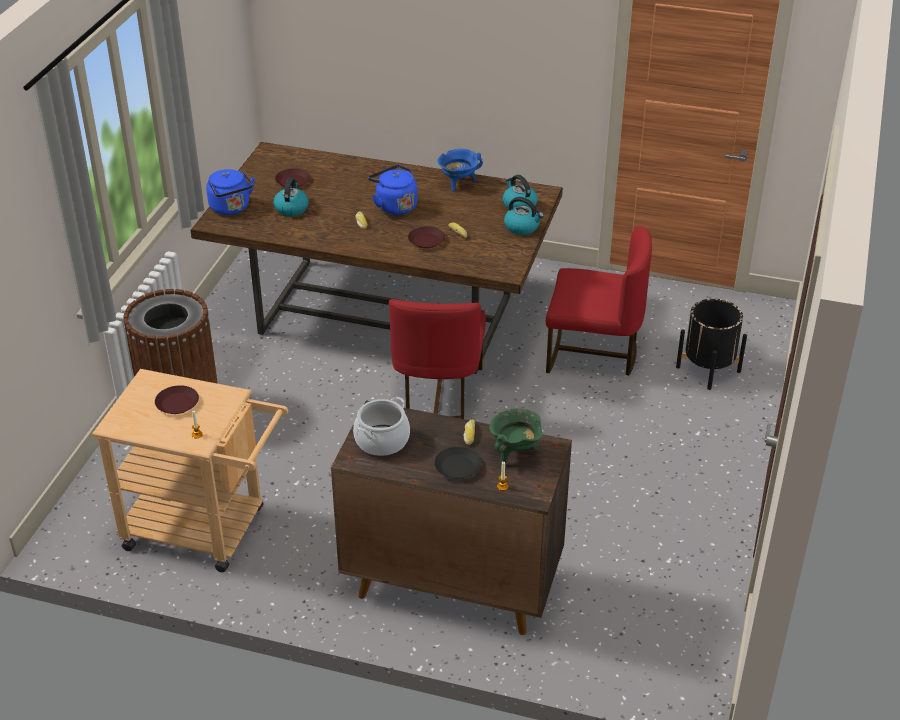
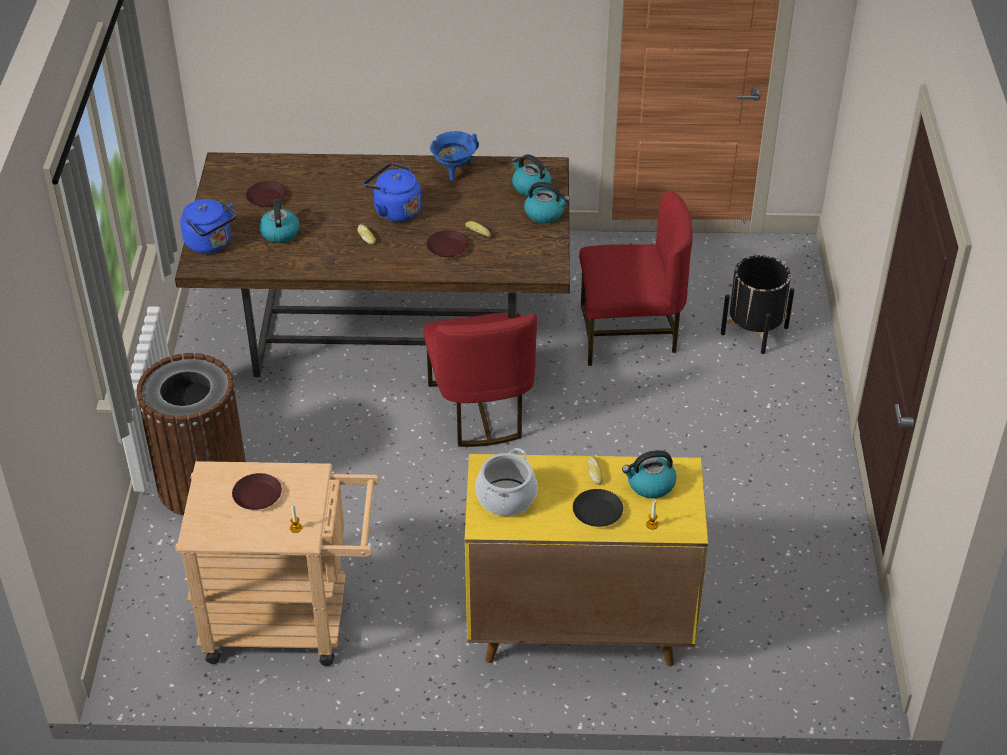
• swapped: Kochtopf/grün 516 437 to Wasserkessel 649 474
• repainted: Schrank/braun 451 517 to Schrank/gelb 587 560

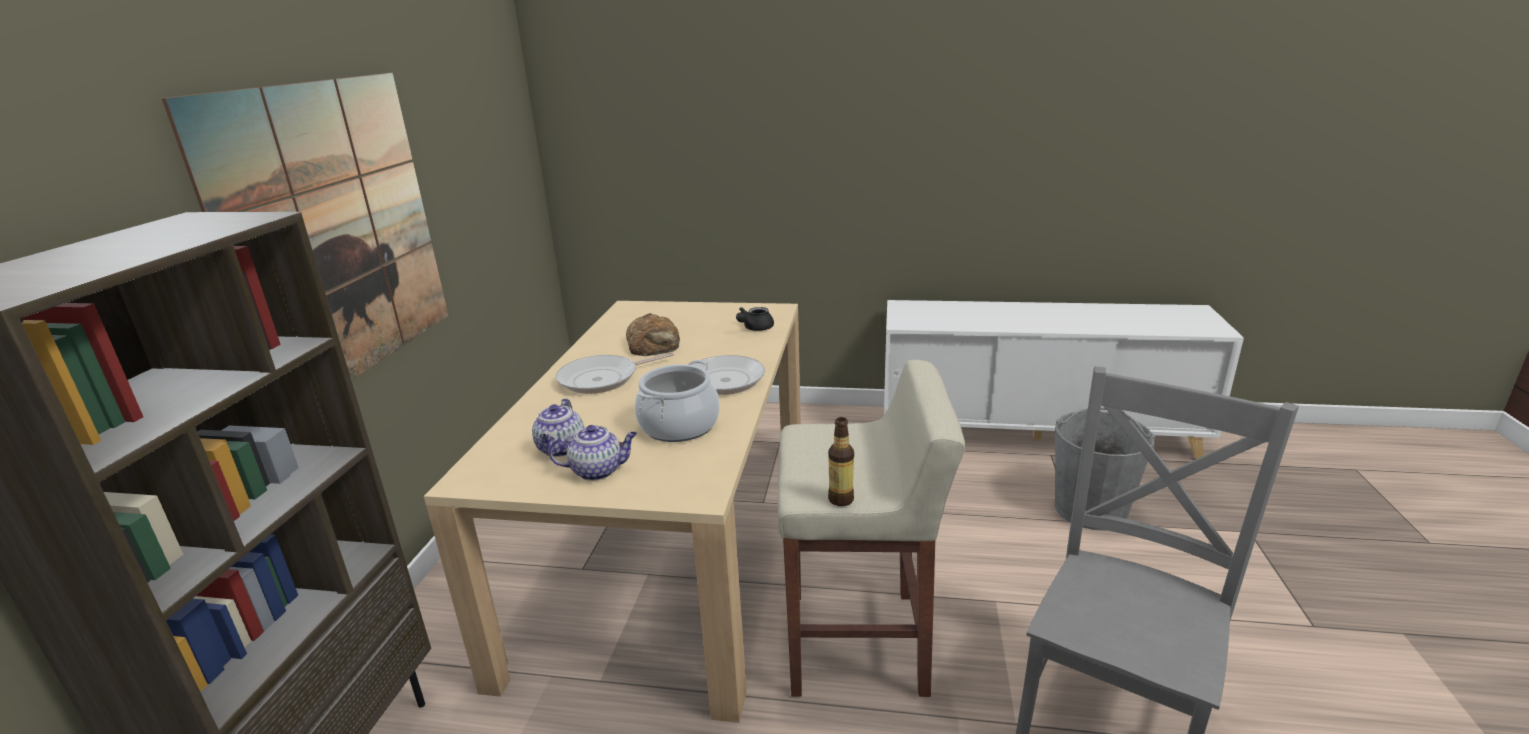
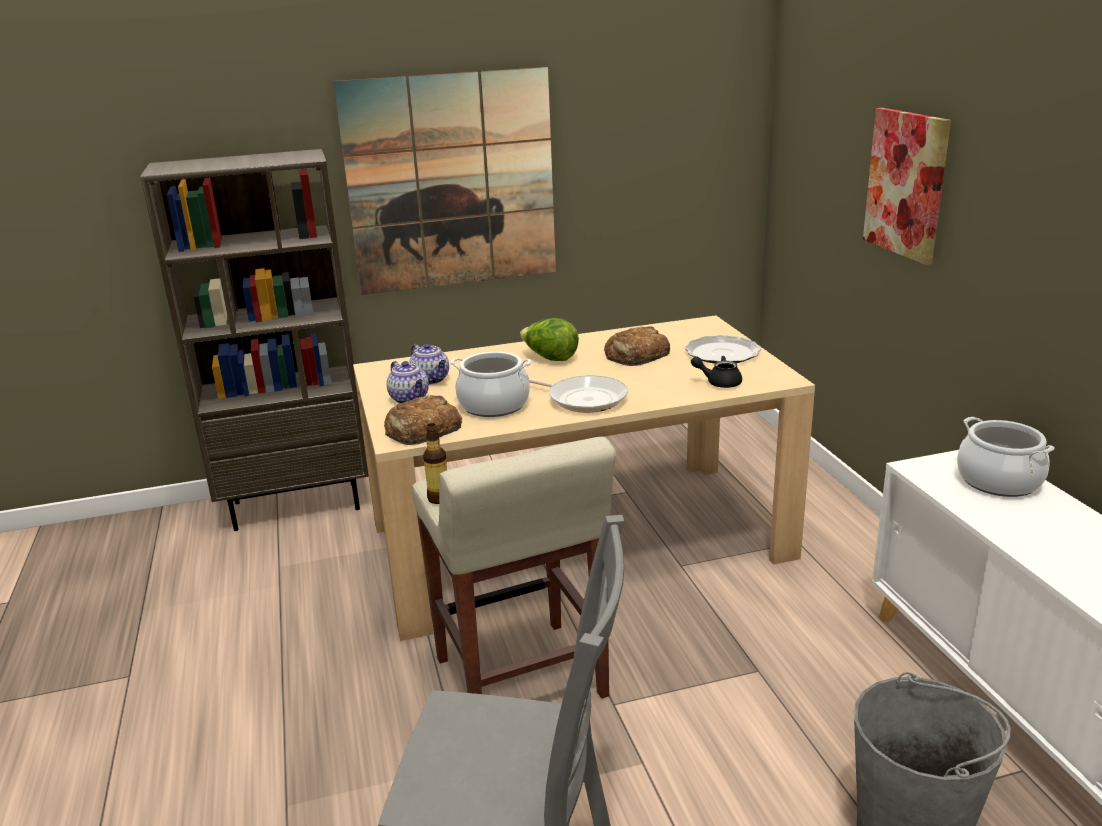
• new: Brot 423 420
• new: Teller 723 349
• new: Bild 907 186
• new: Kochtopf 1006 457
• swapped: Pfanne 615 373 to Salatkopf 549 339
• rotated: Teekanne 558 428 = 429 364 105 degrees counterclockwise

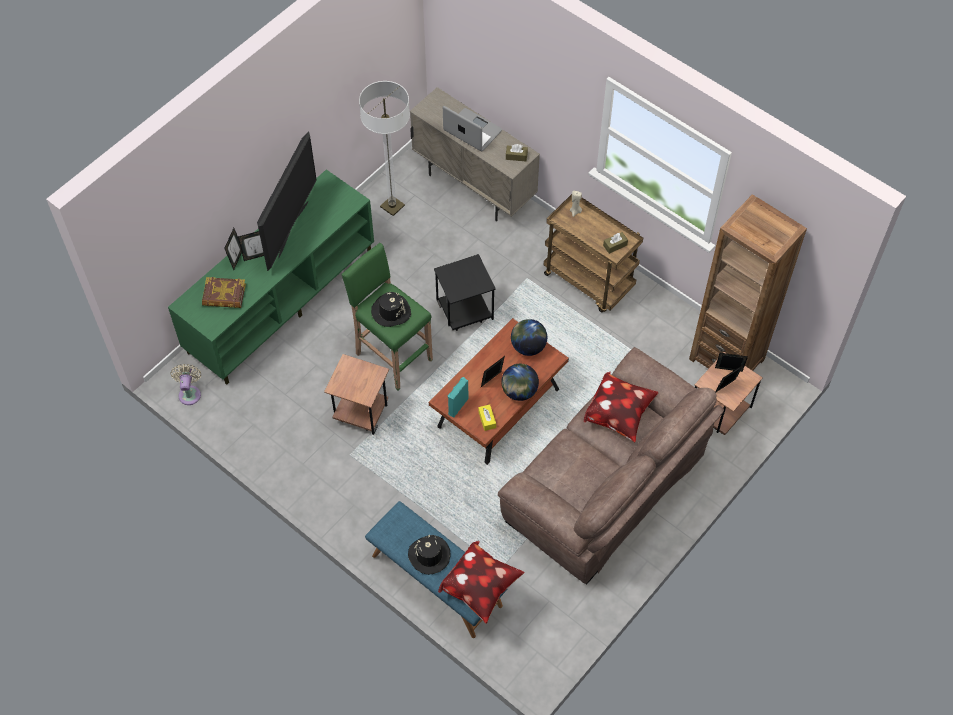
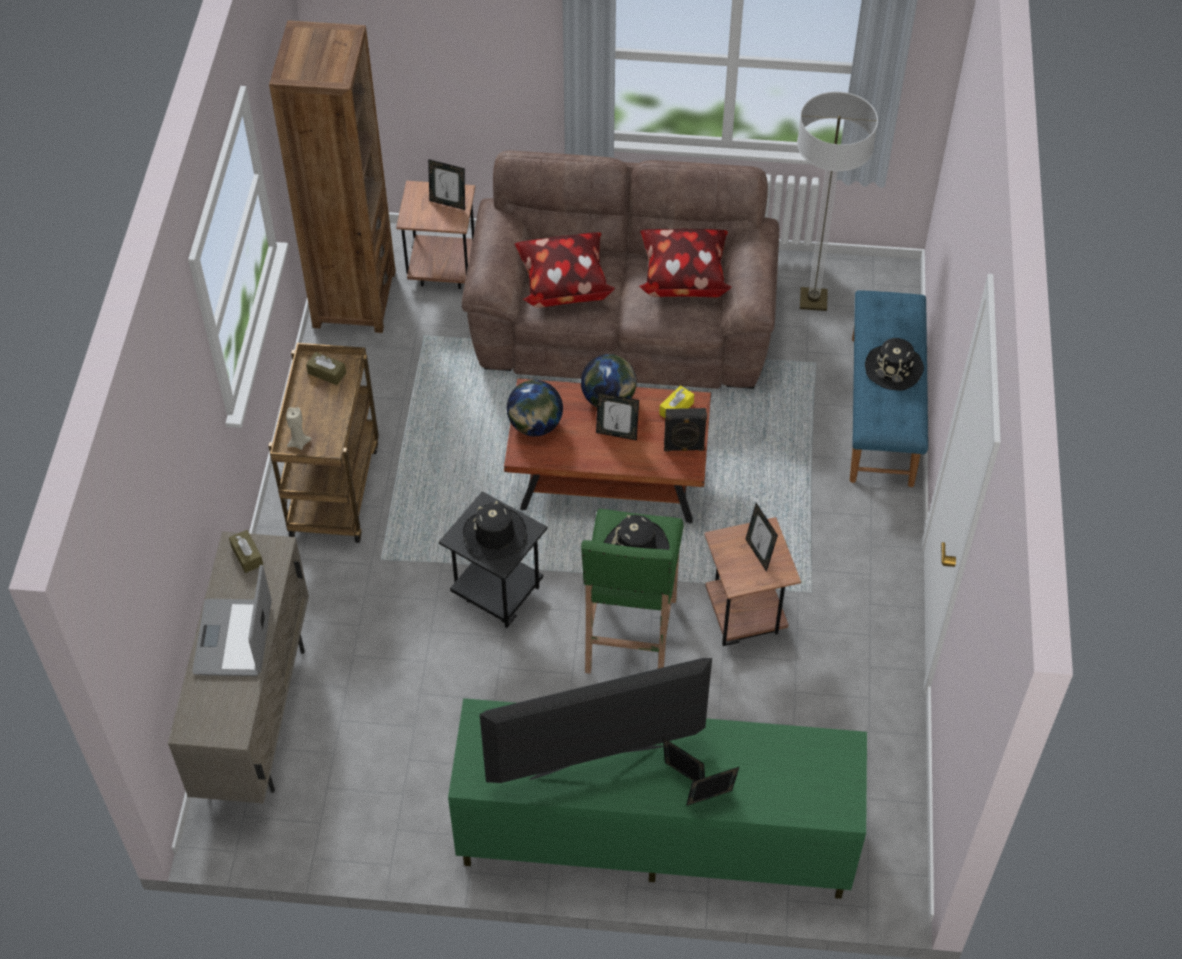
• gone: Ventilator/beige 186 384
• gone: Buch 224 292
• new: Hut/schwarz 494 530
• shifted: Stehlampe 384 148 to 837 201
• shifted: Kissen 481 582 to 684 263
• shifted: Bilderrahmen 731 362 to 761 537
• repainted: Lautsprecher/türkis 458 397 to Lautsprecher/schwarz 685 429

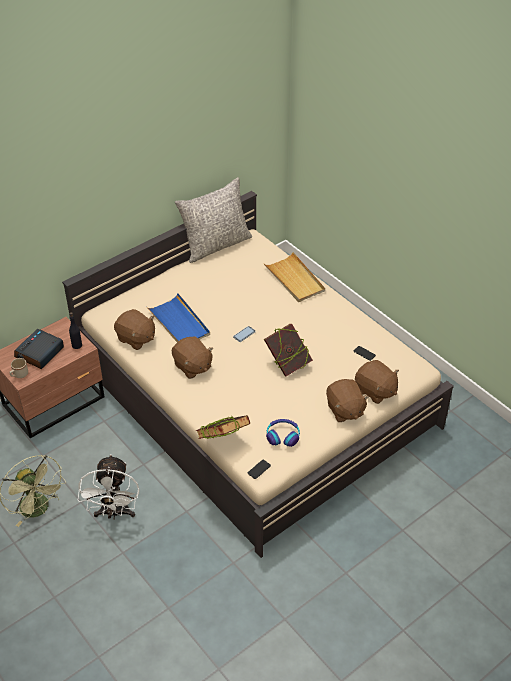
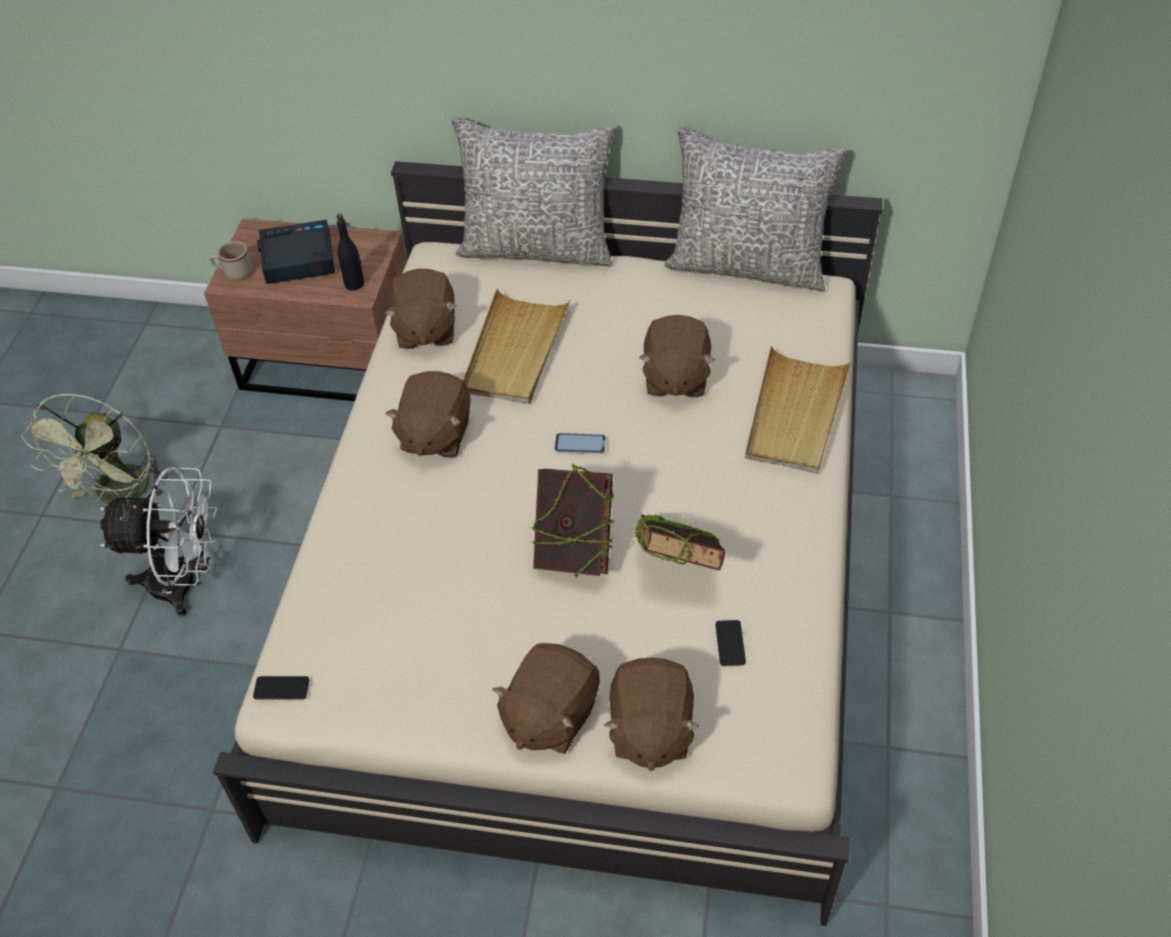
• gone: Kopfhörer 283 433
• new: Kissen/grau 533 191
• new: Plüschtier/braun 677 356
• shifted: Buch 223 427 to 679 542
• repainted: Tablett/blau 179 317 to Tablett/beige 517 346
• rotated: Ventilator/weiß 109 487 = 158 542 135 degrees counterclockwise

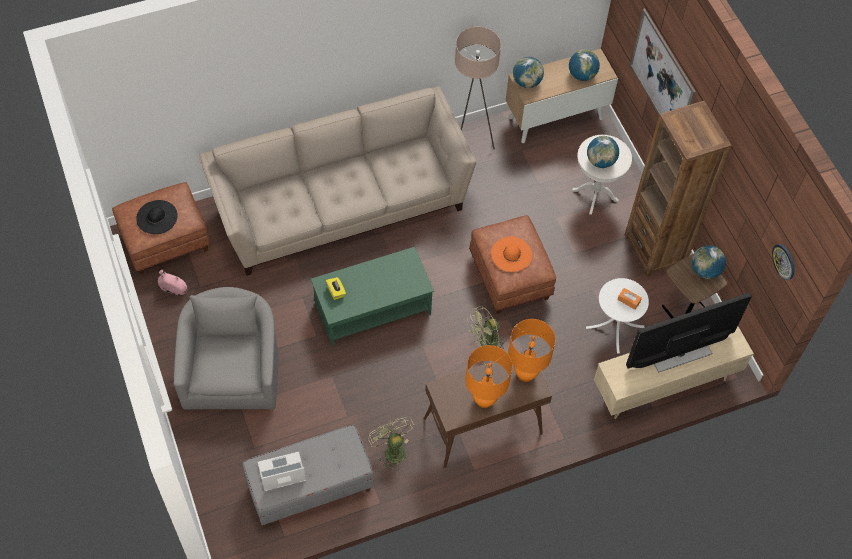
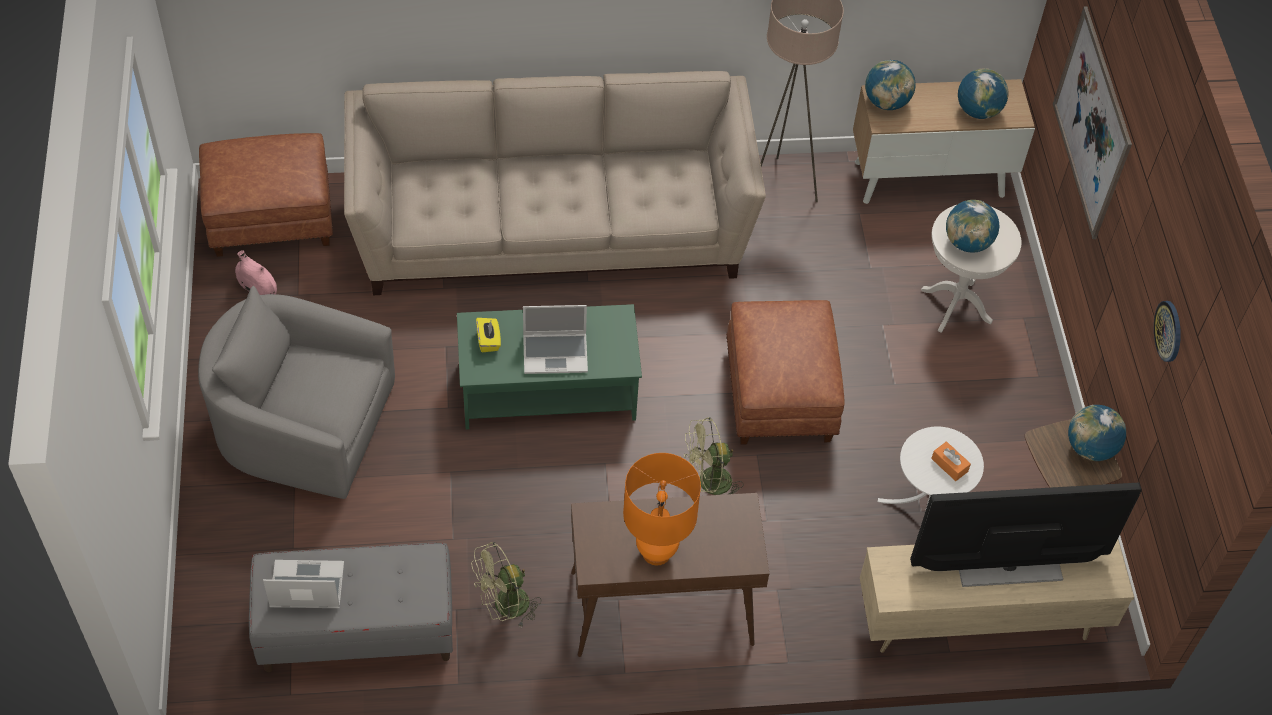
• gone: Hut/schwarz 157 217
• gone: Hut/orange 511 254
• gone: Tischlampe/orange 532 350
• gone: Bücherregal/braun 678 189
• new: Laptop 555 339
• shifted: Wanduhr 783 262 to 1167 331
• rotated: Sessel/grau 226 348 = 296 392 90 degrees counterclockwise
• rotated: Ventilator/grün 391 443 = 506 584 105 degrees counterclockwise

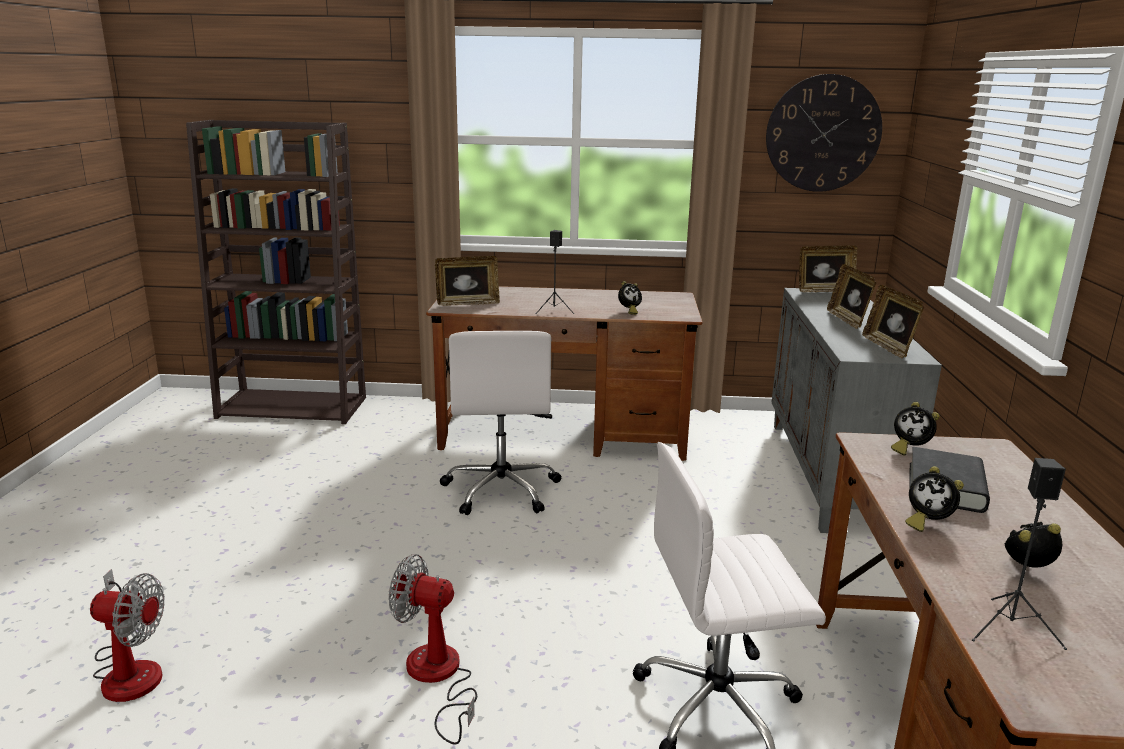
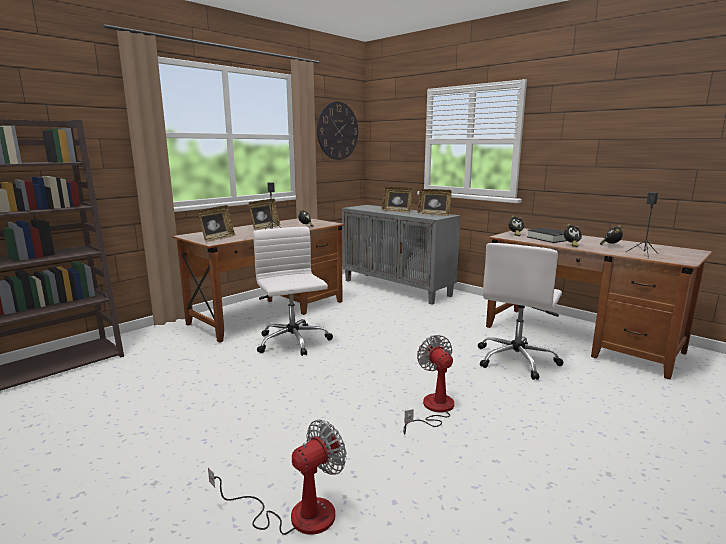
• shifted: Bilderrahmen 828 268 to 264 214
• rotated: Ventilator 433 649 = 428 384 105 degrees clockwise
• rotated: Bürostuhl/weiß 500 423 = 293 291 150 degrees counterclockwise

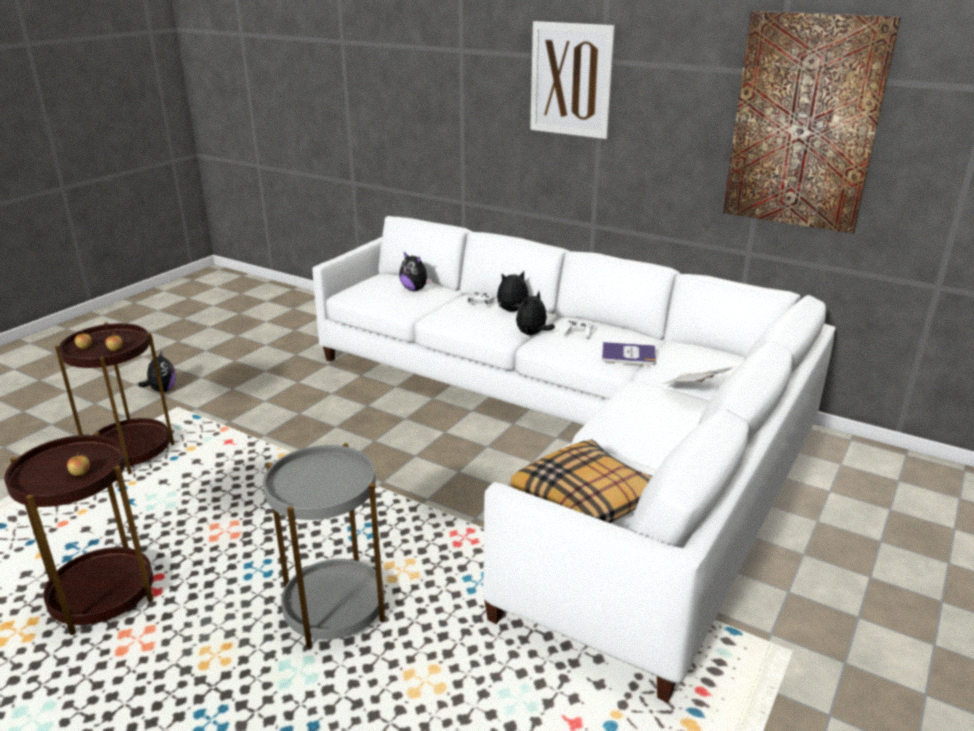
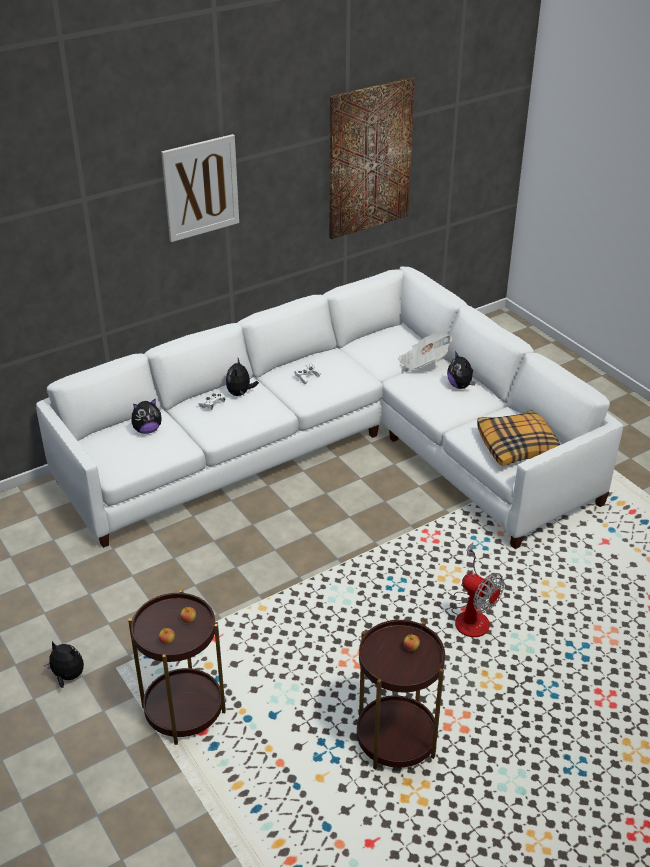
• gone: Buch 629 353
• shifted: Plüschtier 535 313 to 461 370
• swapped: Beistelltisch/grau 324 545 to Ventilator 477 590

